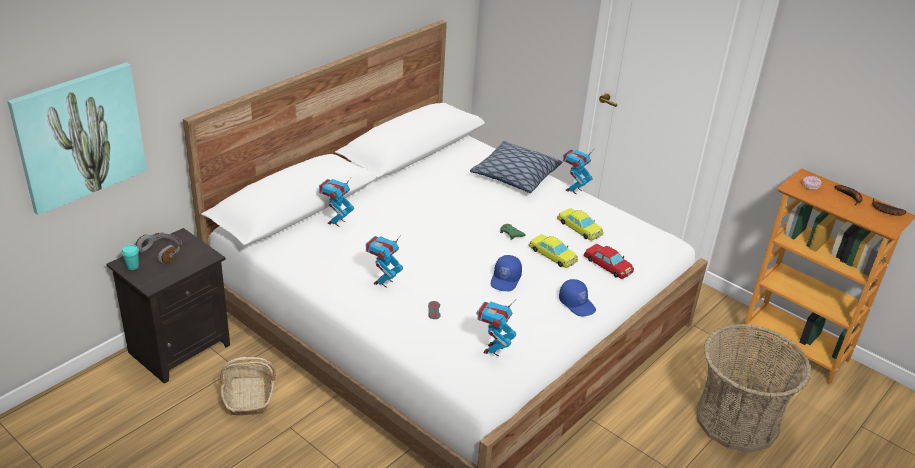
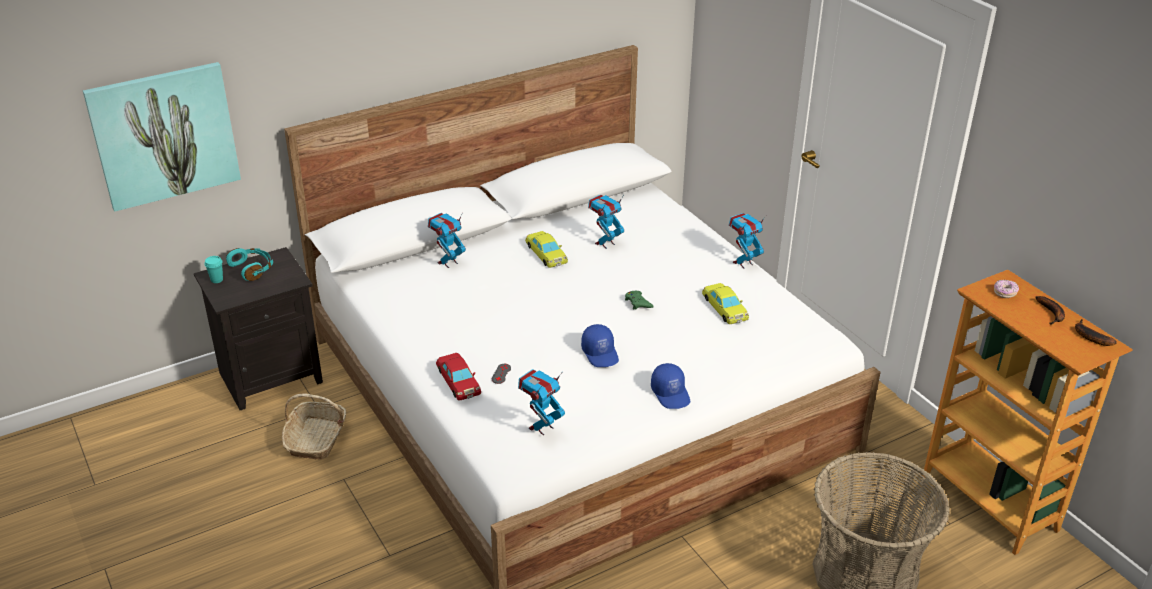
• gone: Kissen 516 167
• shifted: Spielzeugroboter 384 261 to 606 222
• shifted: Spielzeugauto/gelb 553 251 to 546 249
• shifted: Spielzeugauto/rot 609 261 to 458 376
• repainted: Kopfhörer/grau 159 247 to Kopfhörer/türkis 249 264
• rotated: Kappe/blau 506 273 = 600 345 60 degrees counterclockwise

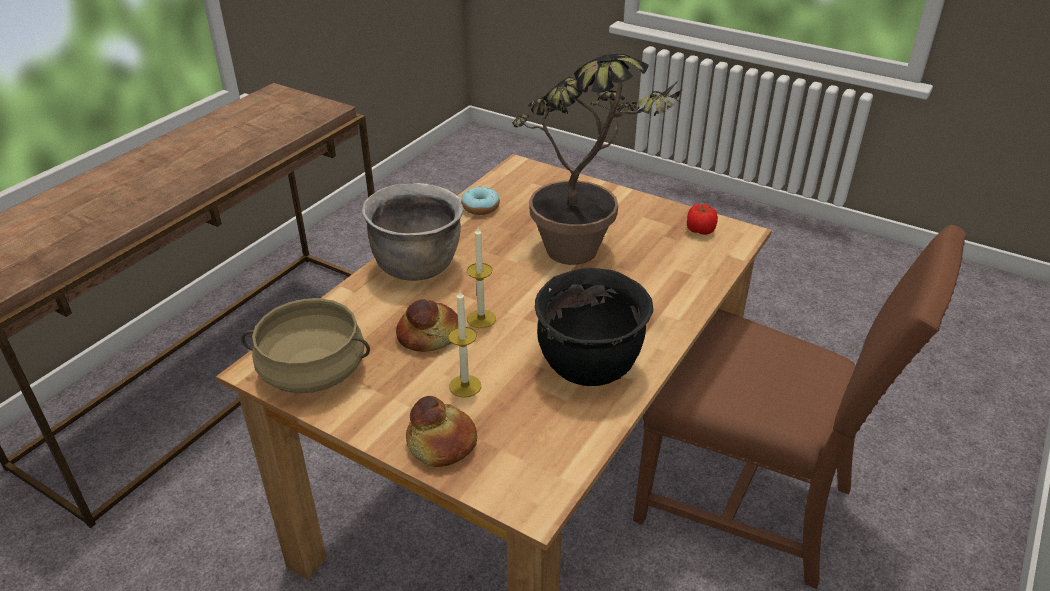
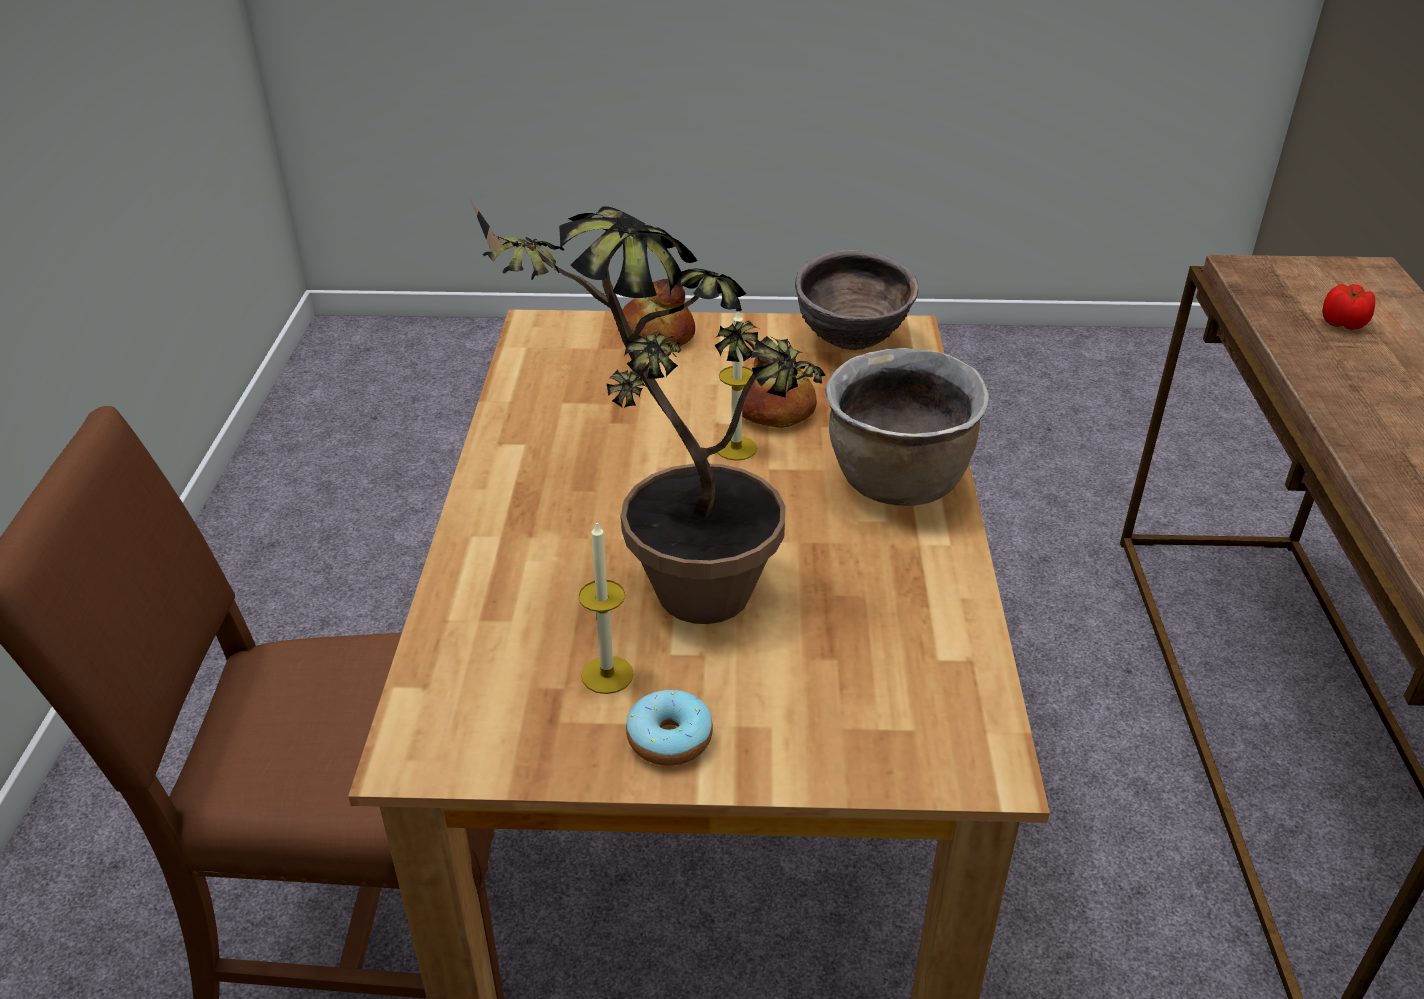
• gone: Kochtopf/schwarz 594 327
• shifted: Kerze 464 343 to 606 607
• shifted: Donut 480 200 to 669 727
• shifted: Tomate 702 219 to 1348 307
• swapped: Kochtopf/beige 305 345 to Schüssel/braun 856 300

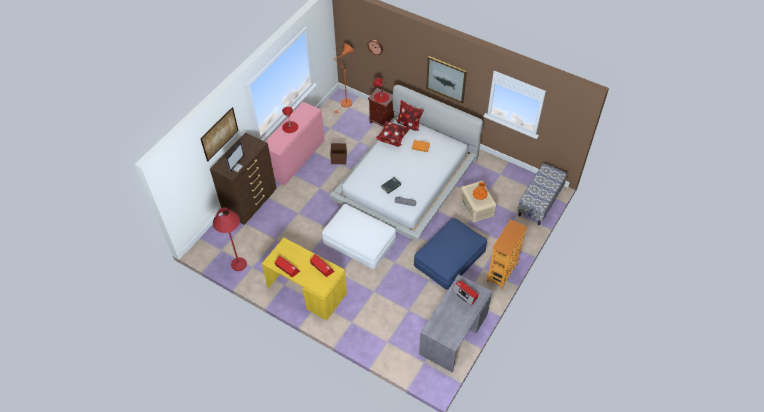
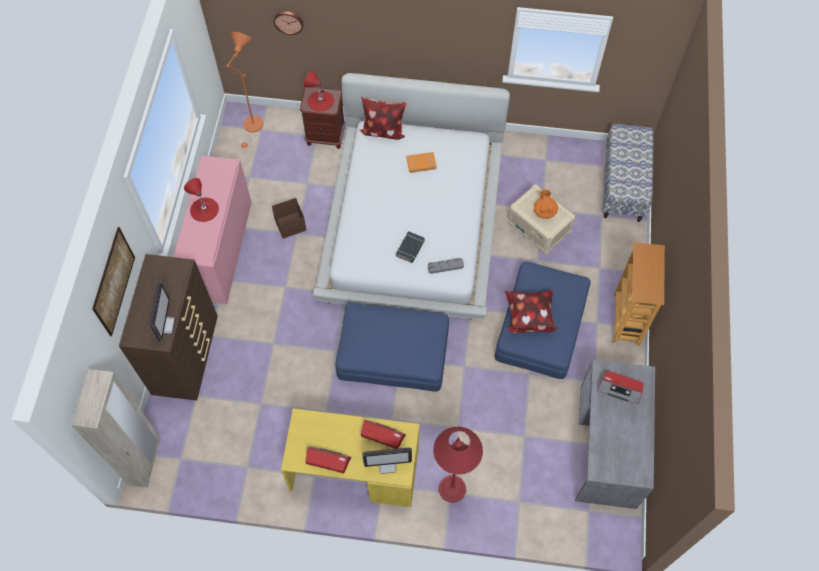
• gone: Bild 446 80
• new: Kleiderschrank/beige 115 428
• new: Monitor 387 461
• shifted: Stehlampe/rot 230 239 to 458 465
• shifted: Kissen 393 134 to 531 311
• repainted: Polsterhocker/weiß 359 236 to Polsterhocker/blau 392 347

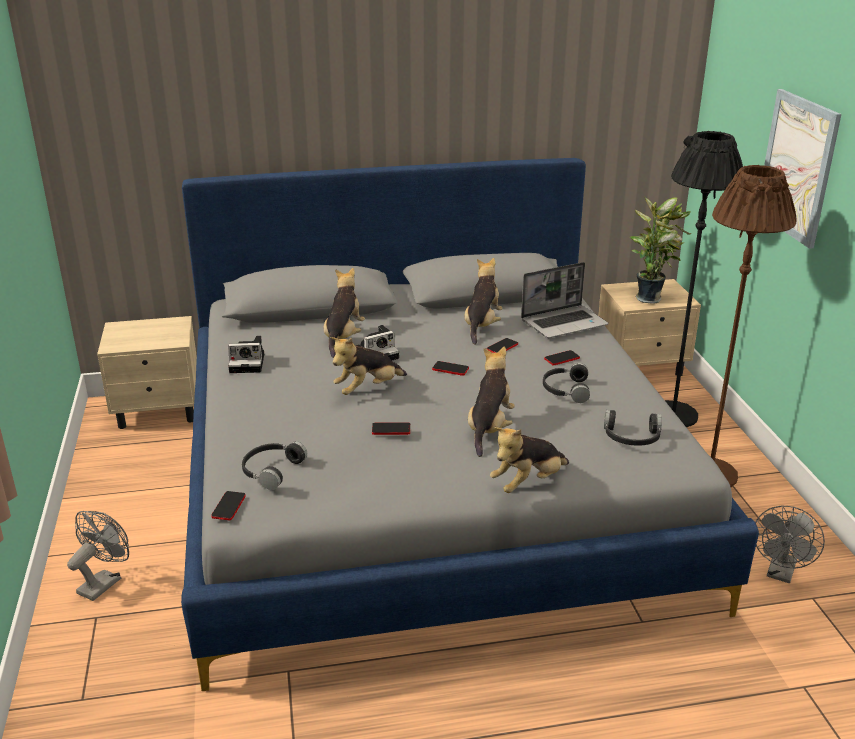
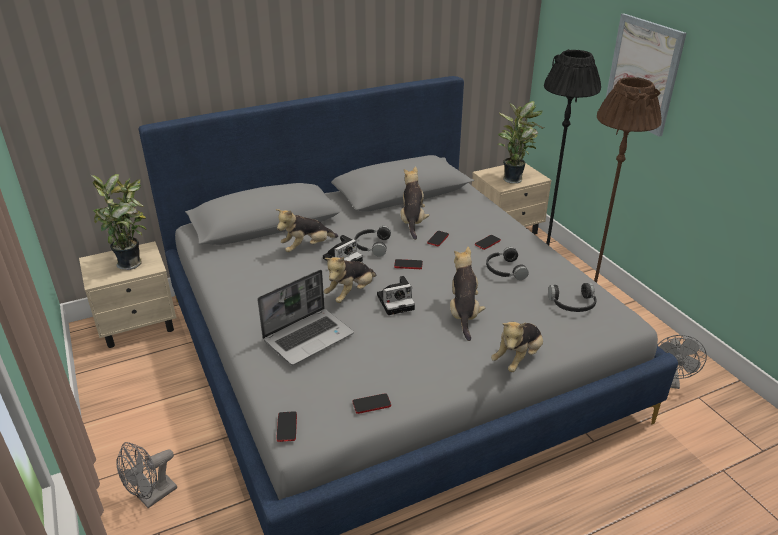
• new: Topfpflanze 117 221
• shifted: Kamera 246 354 to 396 295
• shifted: Kopfhörer/schwarz 274 465 to 372 241
• shifted: Handy 391 428 to 371 403
• shifted: Laptop 564 300 to 305 317
• rotated: Ventilator/grau 98 556 = 146 475 150 degrees counterclockwise
• rotated: Plüschtier 344 313 = 307 230 120 degrees counterclockwise

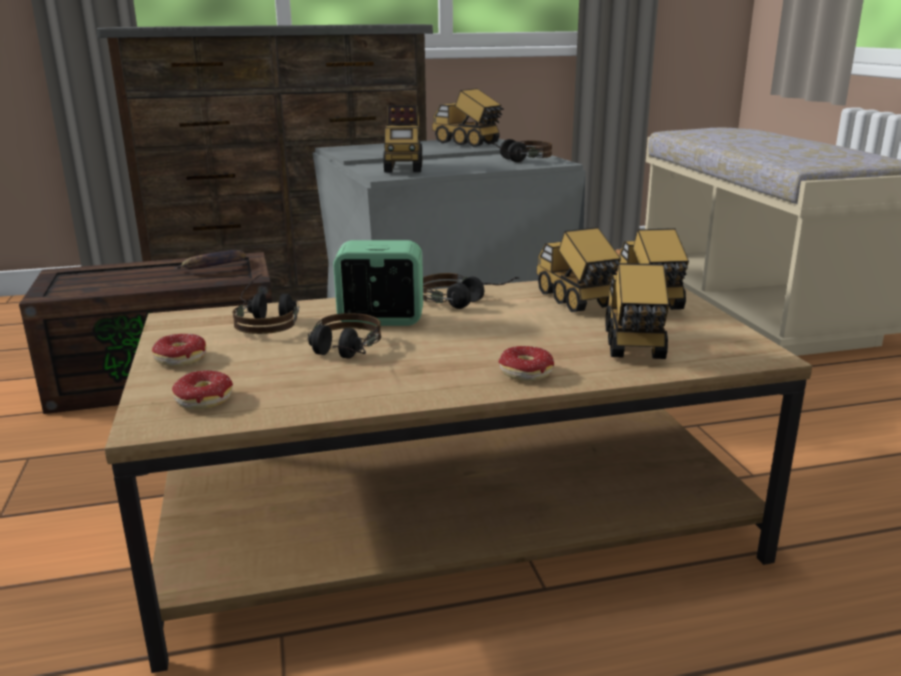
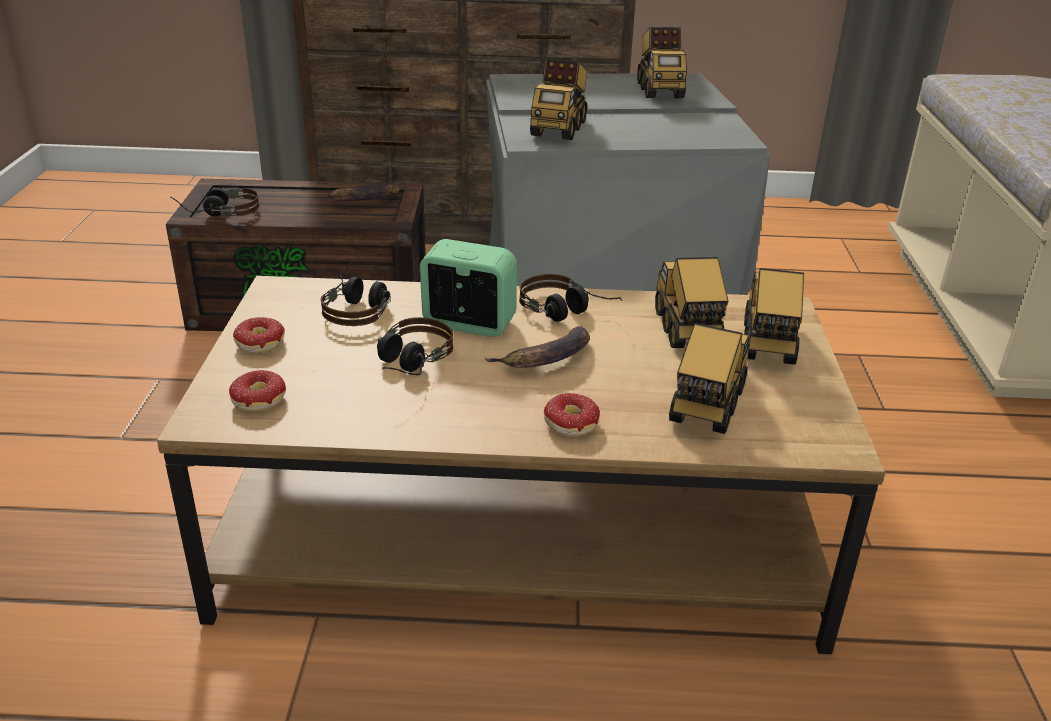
• new: Banane 537 347
• shifted: Kopfhörer 519 150 to 214 202
• rotated: Spielzeuglaster 468 117 = 662 62 150 degrees counterclockwise

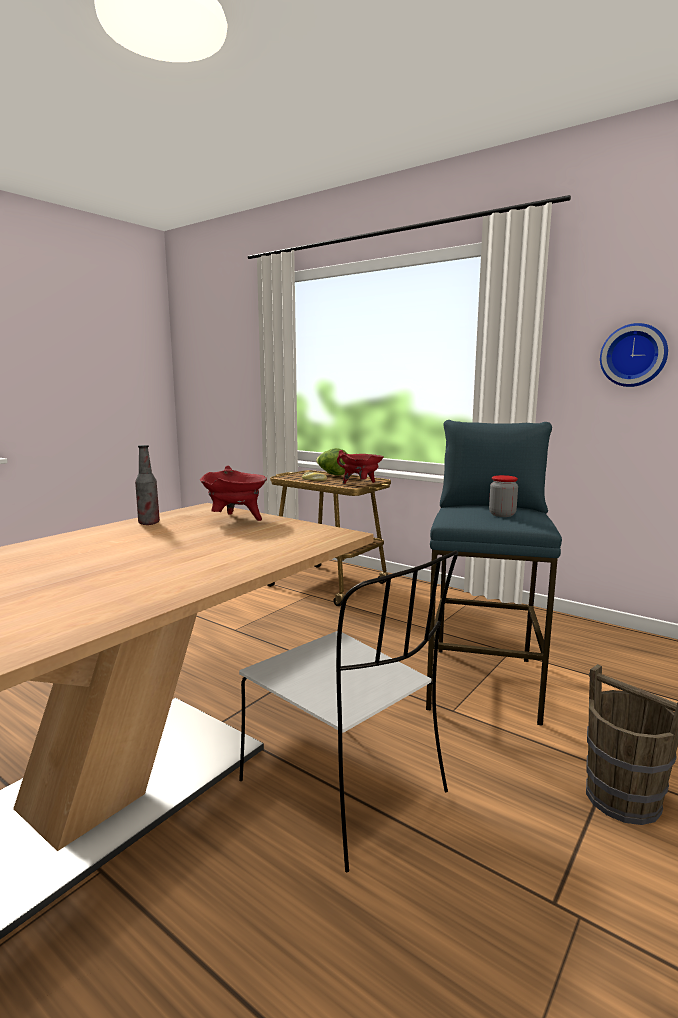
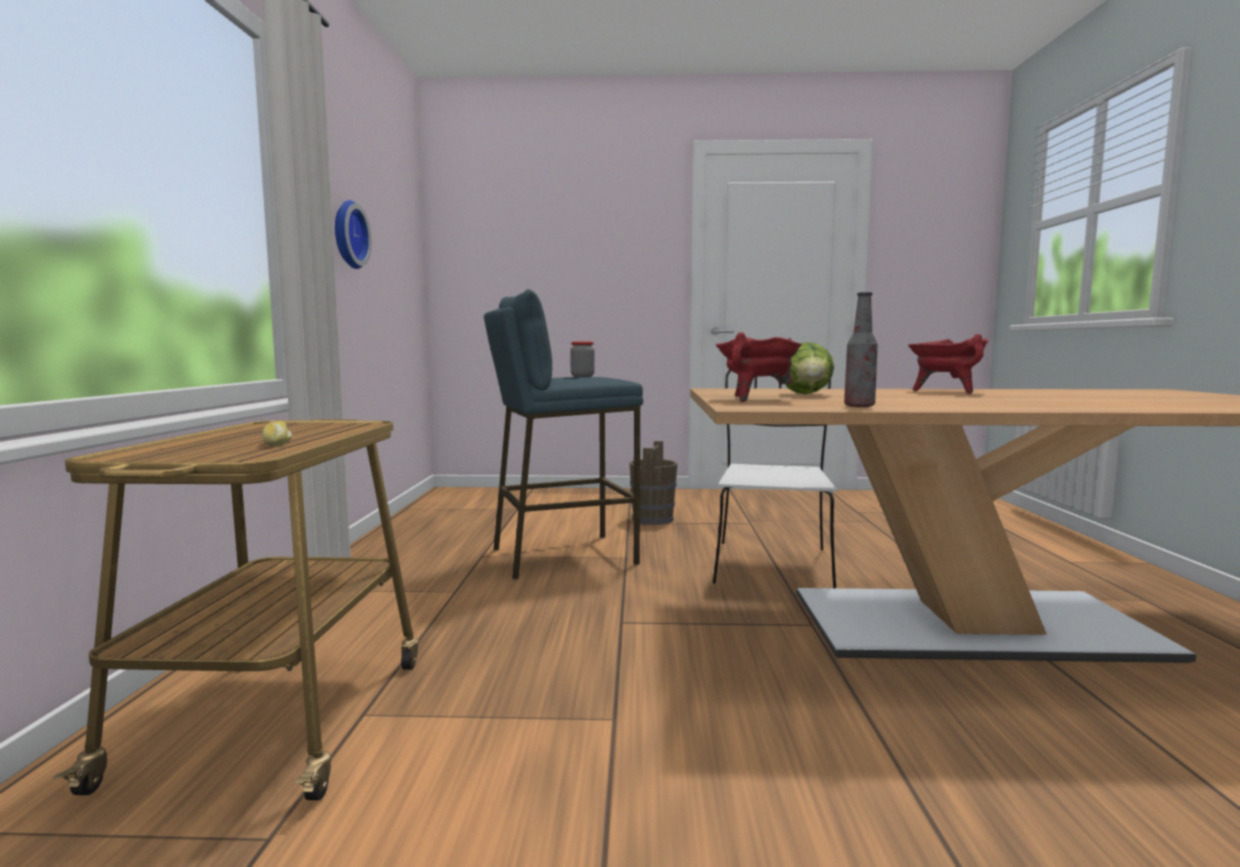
• shifted: Salatkopf 332 461 to 809 368
• shifted: Kochtopf/rot 360 467 to 948 364

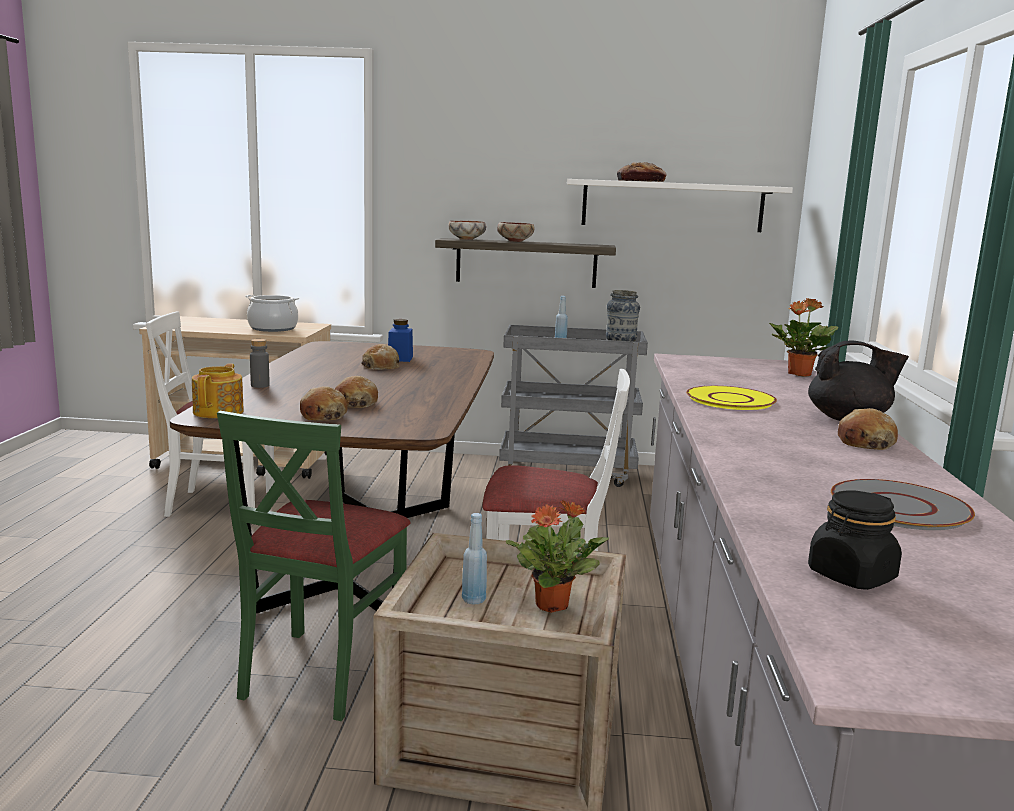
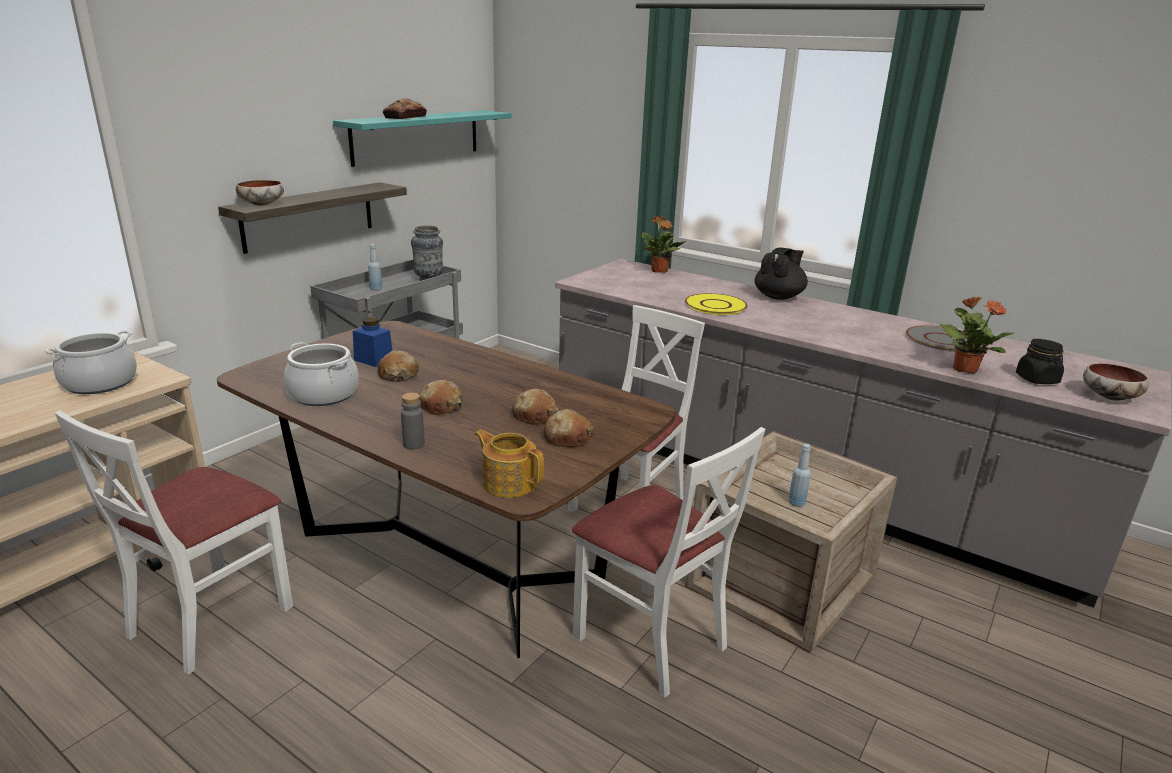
• new: Kochtopf 321 374
• shifted: Schüssel 516 232 to 1116 382
• shifted: Topfpflanze 557 556 to 977 334
• shifted: Brot 868 429 to 441 397
• repainted: Stuhl/grün 314 566 to Stuhl/weiß 668 562
• repainted: Wandregal/weiß 680 205 to Wandregal/türkis 422 138

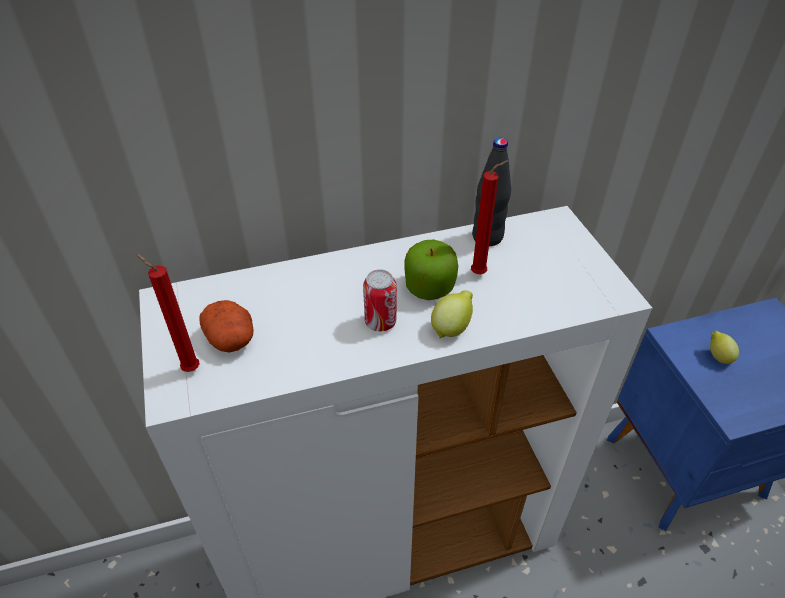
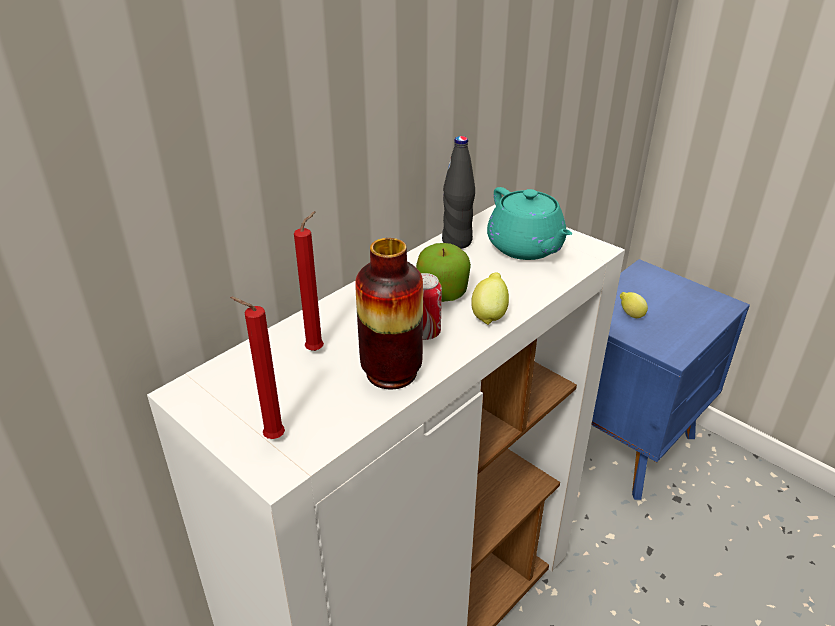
• gone: Kartoffel 226 326
• new: Vase 389 313
• new: Teekanne/türkis 529 223
• shifted: Kerze/rot 489 217 to 309 281

